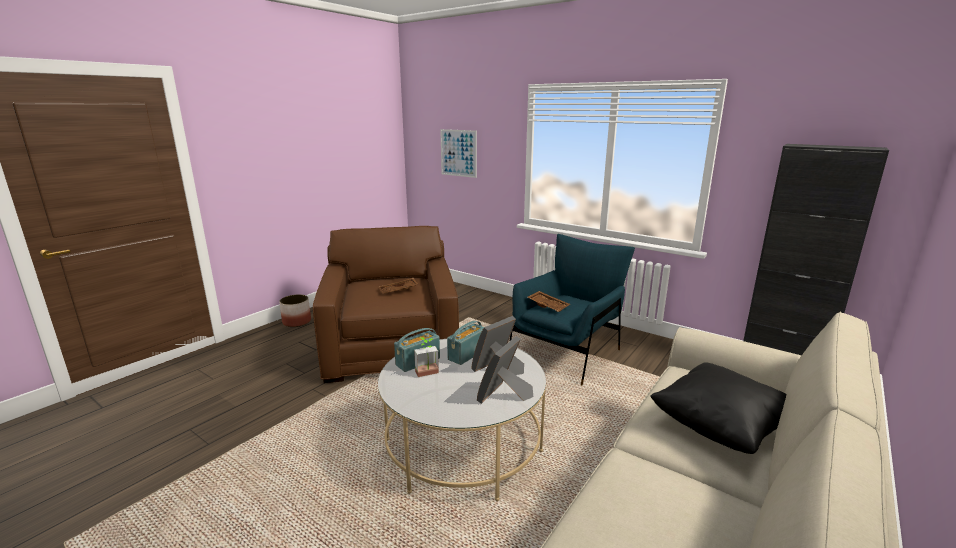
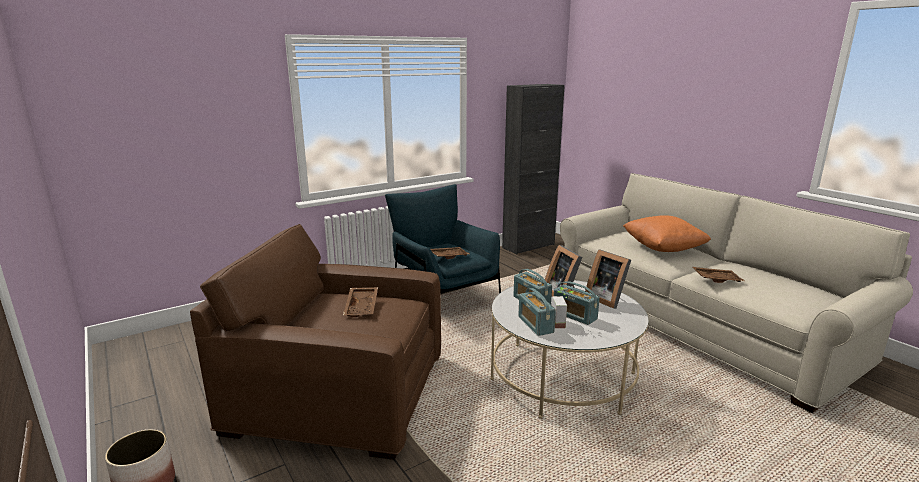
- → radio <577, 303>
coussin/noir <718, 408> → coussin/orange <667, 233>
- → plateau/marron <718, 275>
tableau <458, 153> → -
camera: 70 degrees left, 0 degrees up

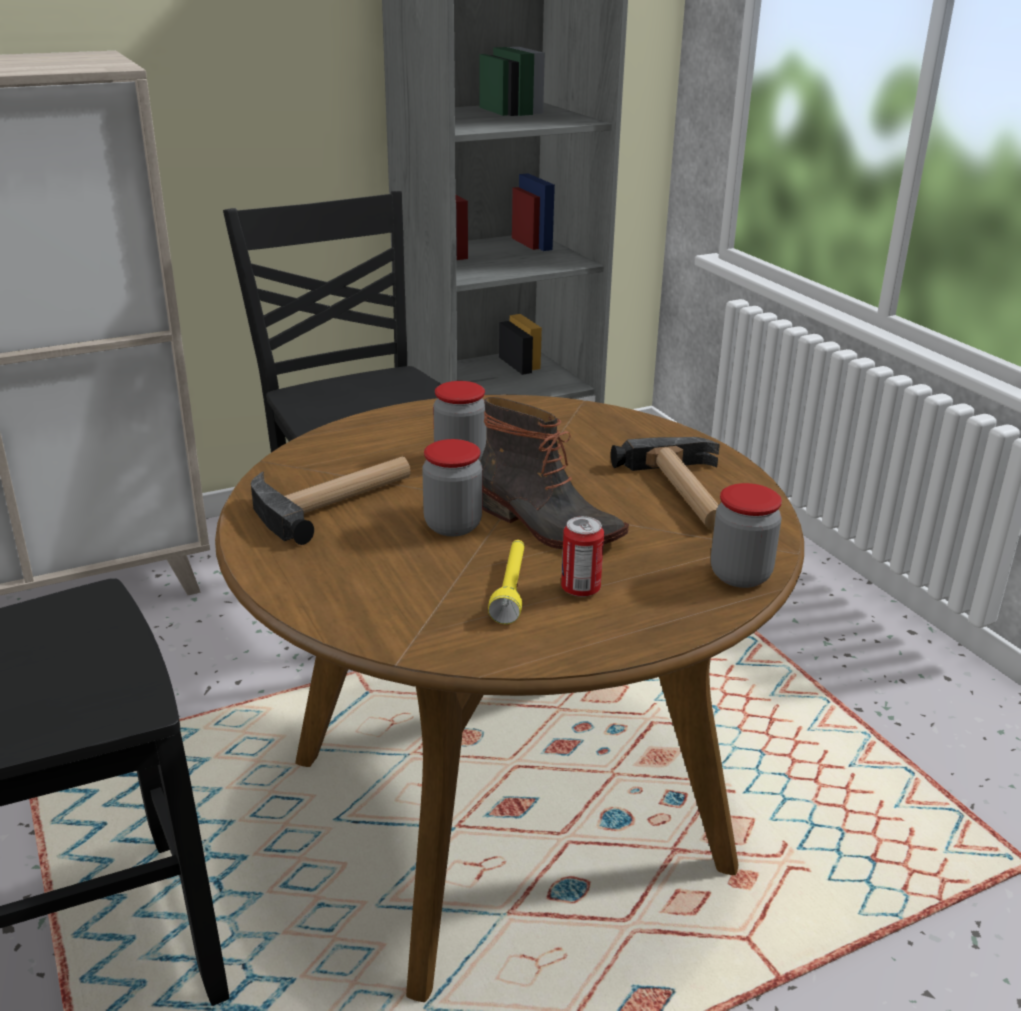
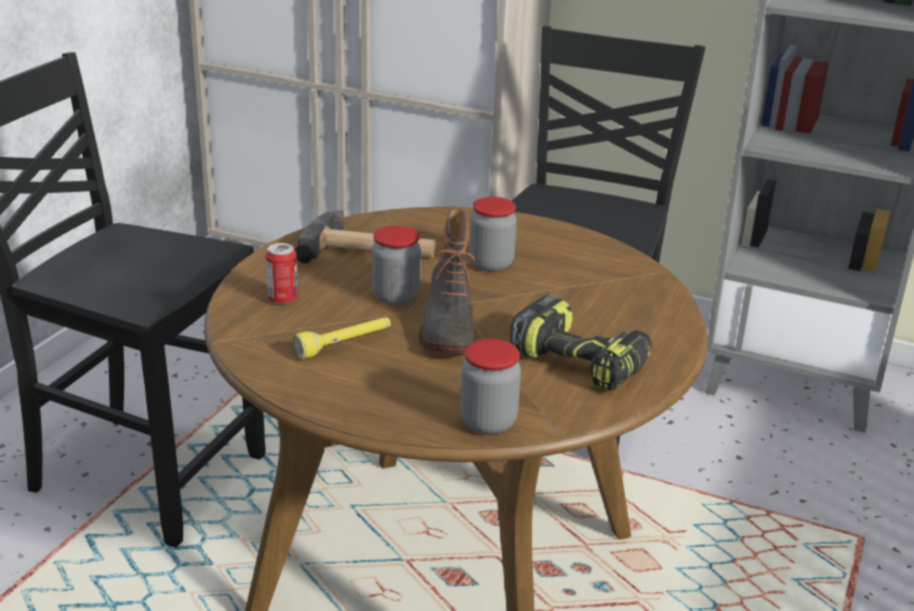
boîte métallique <582, 556> → boîte métallique <282, 273>, moved
marteau <665, 483> → perceuse <581, 342>
camera: 50 degrees right, 0 degrees up

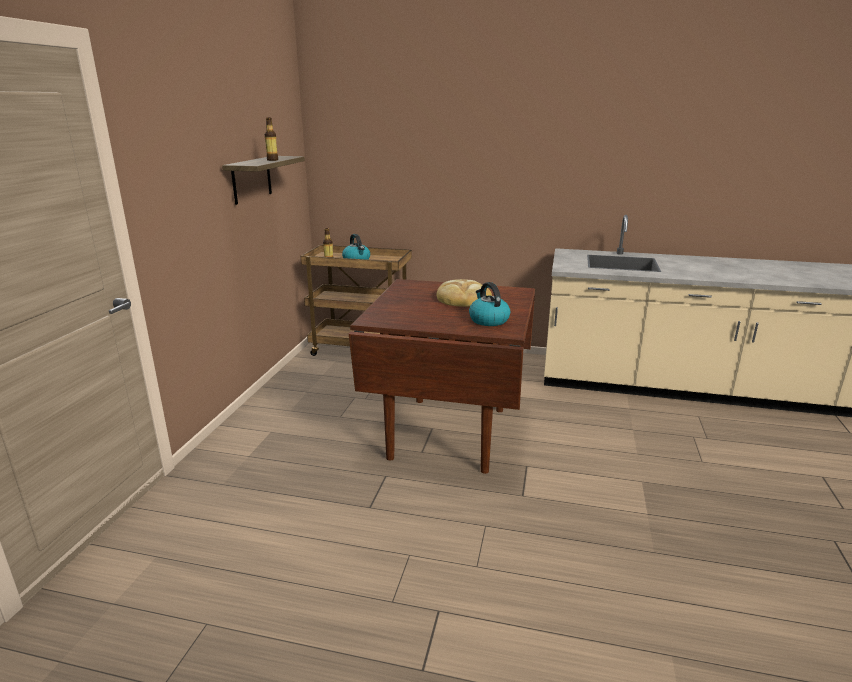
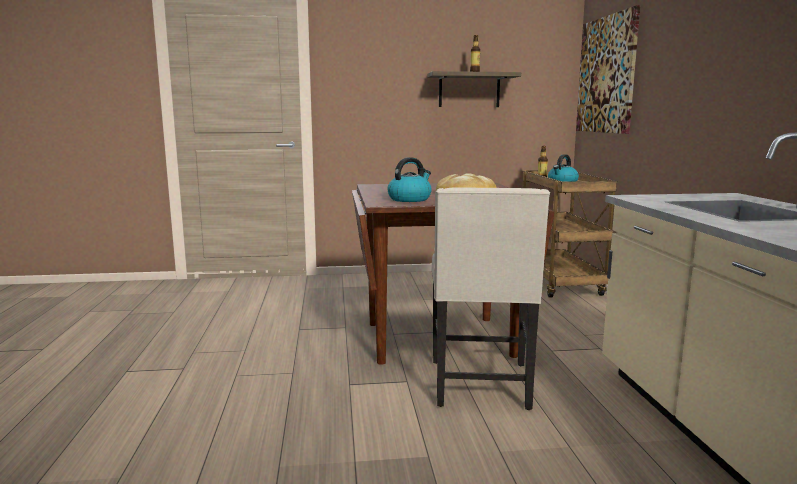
- → chaise/beige <491, 298>
- → tableau <608, 69>
camera: 70 degrees right, 10 degrees down

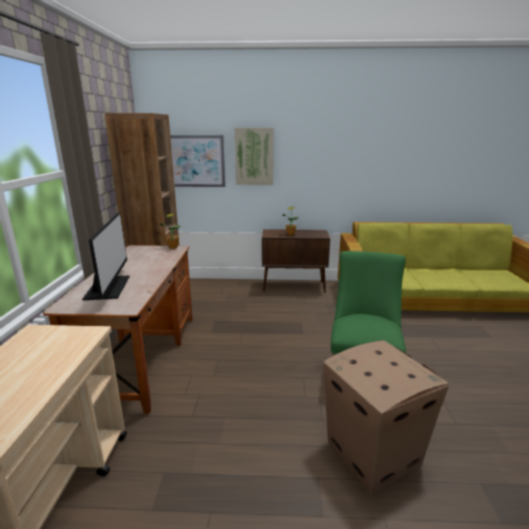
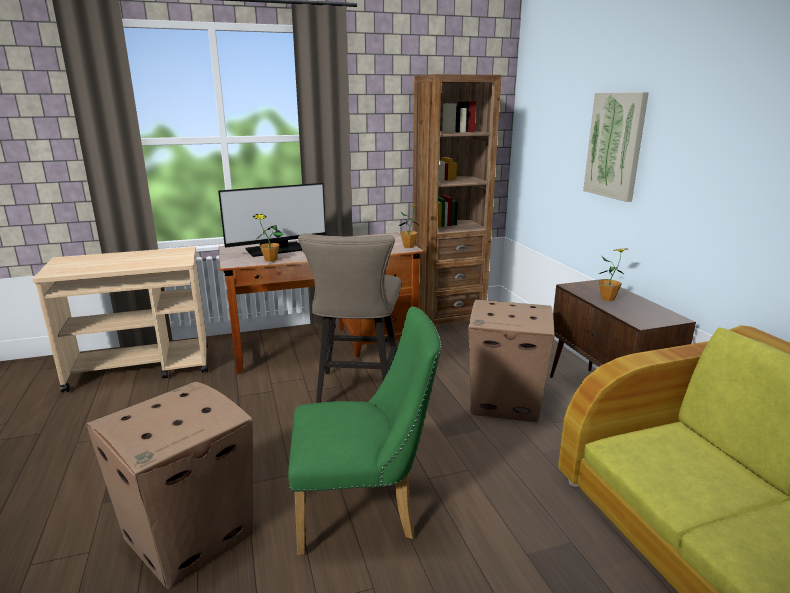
- → plante en pot <268, 238>
- → tabouret/beige <349, 318>
- → carton <511, 361>
tableau <197, 161> → -
camera: 70 degrees right, 0 degrees up

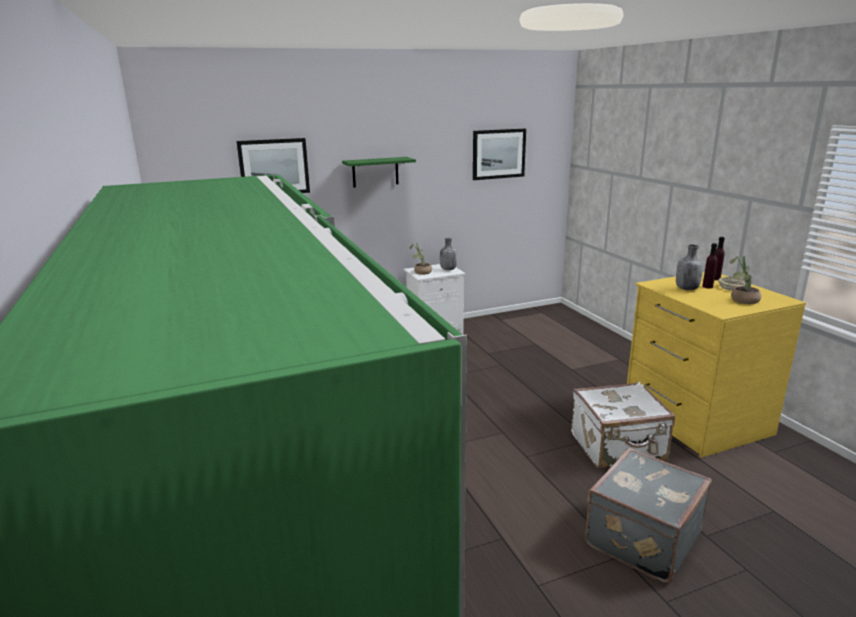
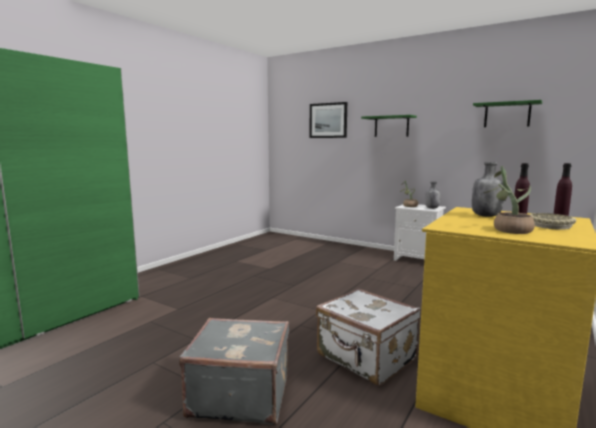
tableau <499, 154> → étagère/vert <507, 113>
camera: 55 degrees right, 10 degrees down

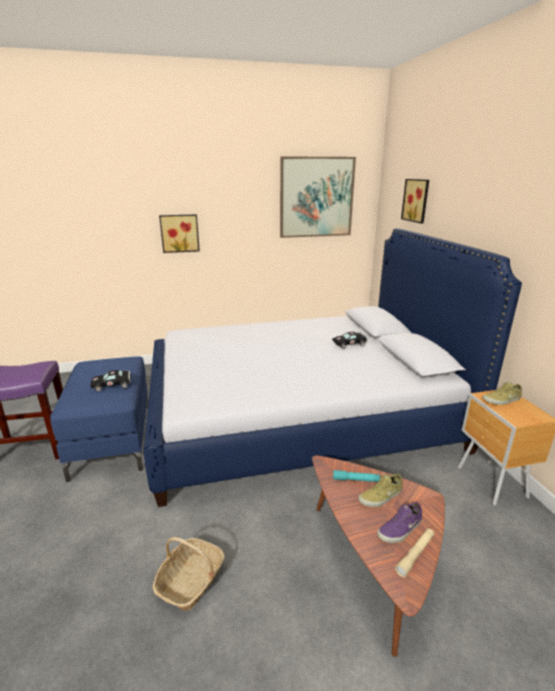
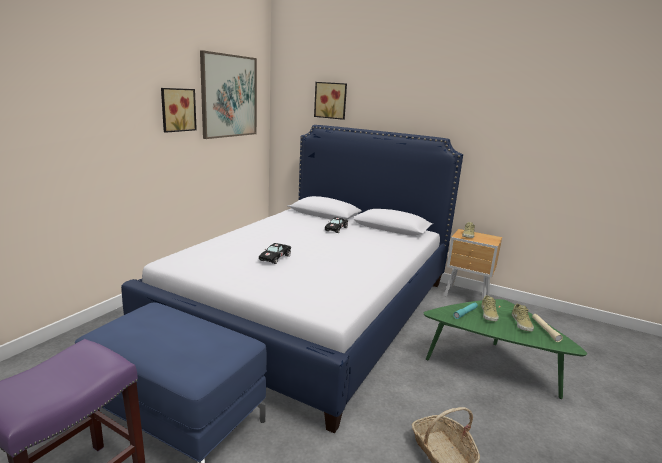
tableau <179, 233> → tableau <179, 110>, moved
petite voiture/noir <110, 380> → petite voiture/noir <275, 253>, moved
table basse/marron <378, 556> → table basse/vert <505, 349>
chaussure/violet <399, 522> → chaussure/beige <523, 317>
camera: 50 degrees left, 5 degrees down

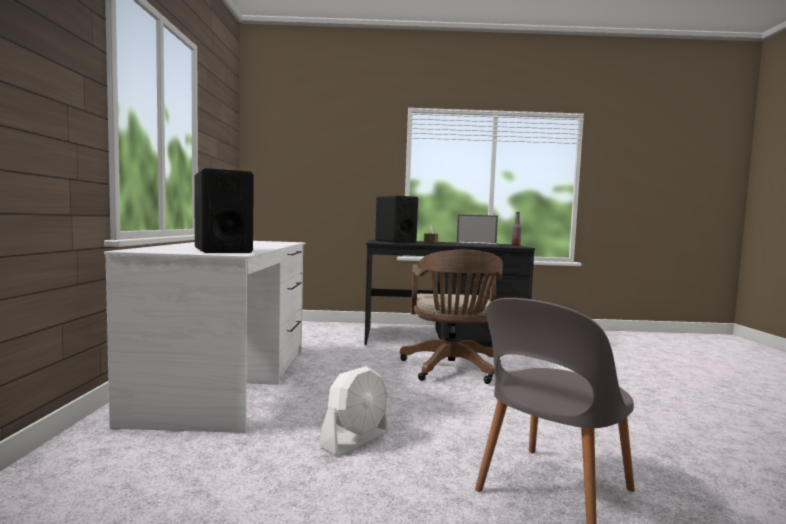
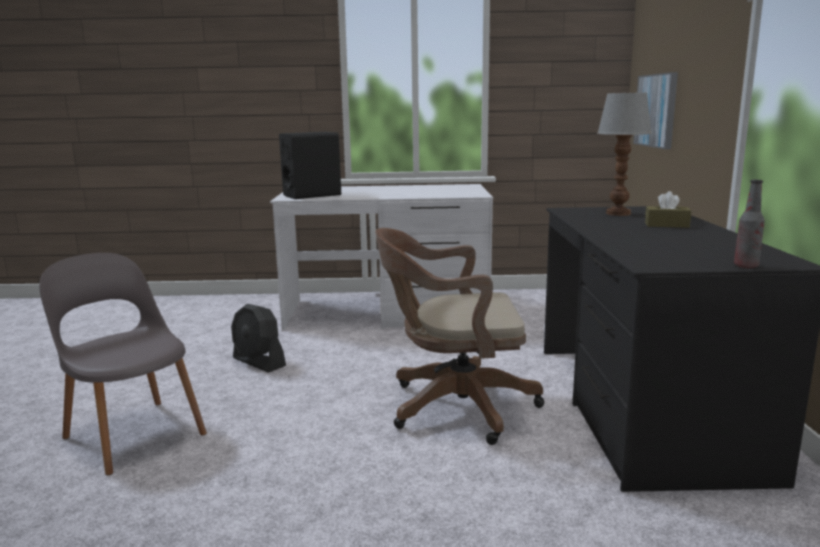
ventilateur/blanc <354, 411> → ventilateur/noir <258, 338>
enceinte/noir <396, 219> → lampe de table <624, 154>
- → tableau <655, 110>
ordinateur portable <478, 230> → -
camera: 90 degrees right, 10 degrees up

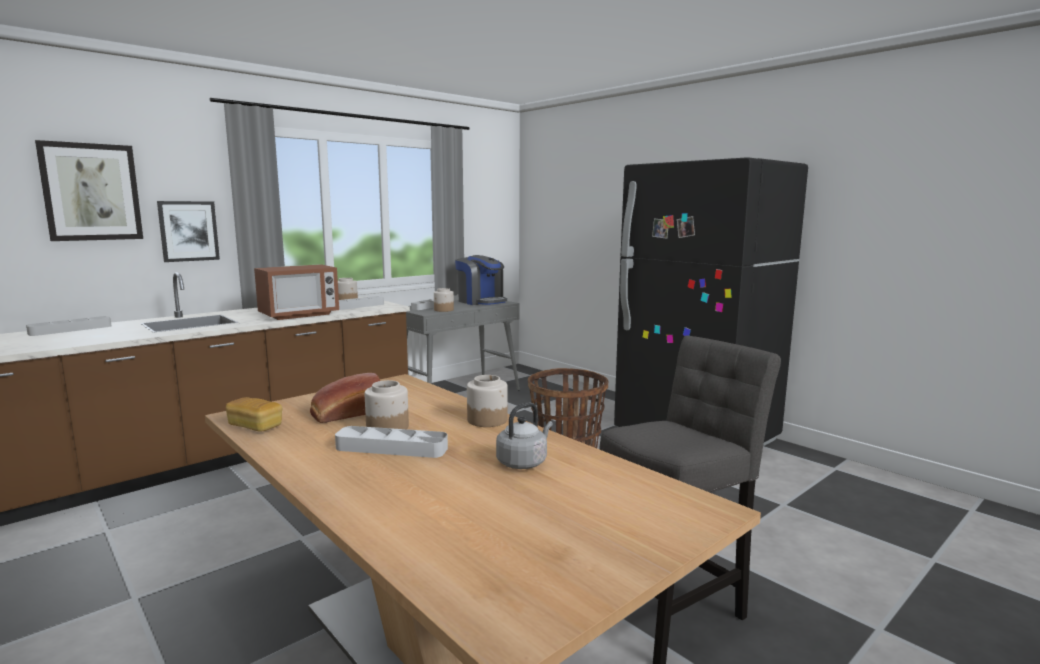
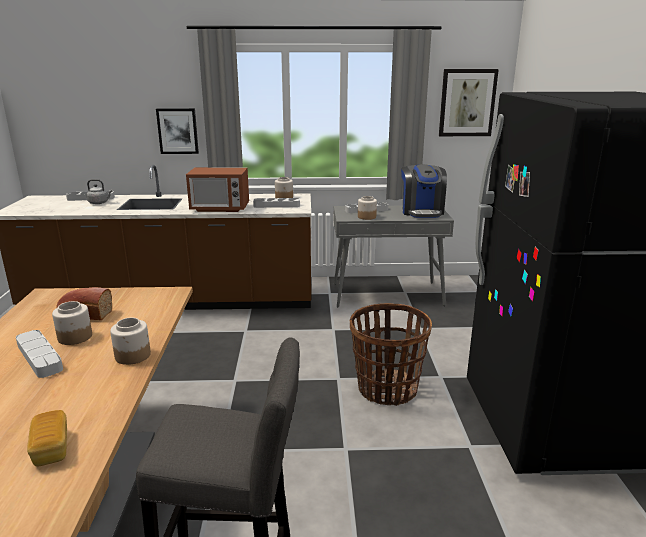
pain <254, 414> → pain <47, 438>, moved
bouilloire/gris <524, 435> → bouilloire/gris <99, 191>, moved
tableau <89, 190> → tableau <469, 102>, moved
camera: 40 degrees right, 10 degrees up

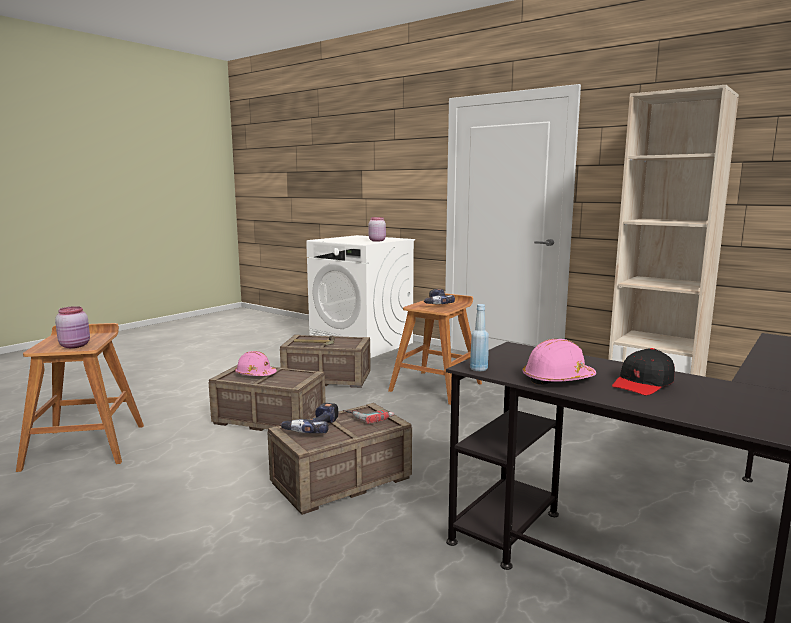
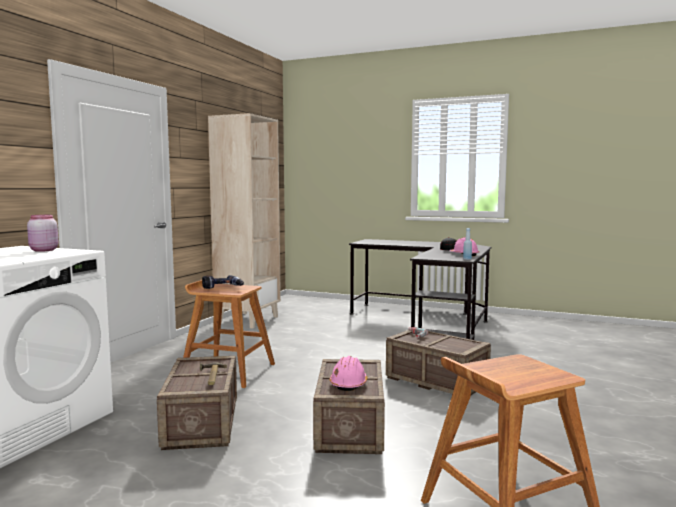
bocal/rose <72, 327> → -
perceuse <309, 418> → -
camera: 105 degrees left, 5 degrees down

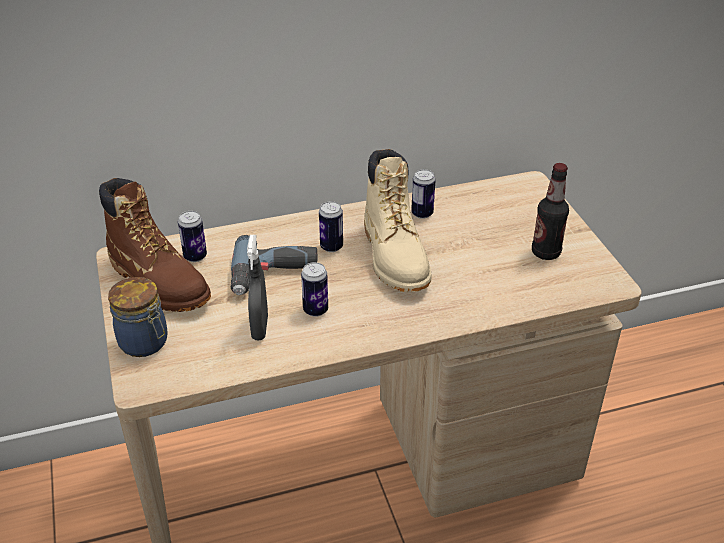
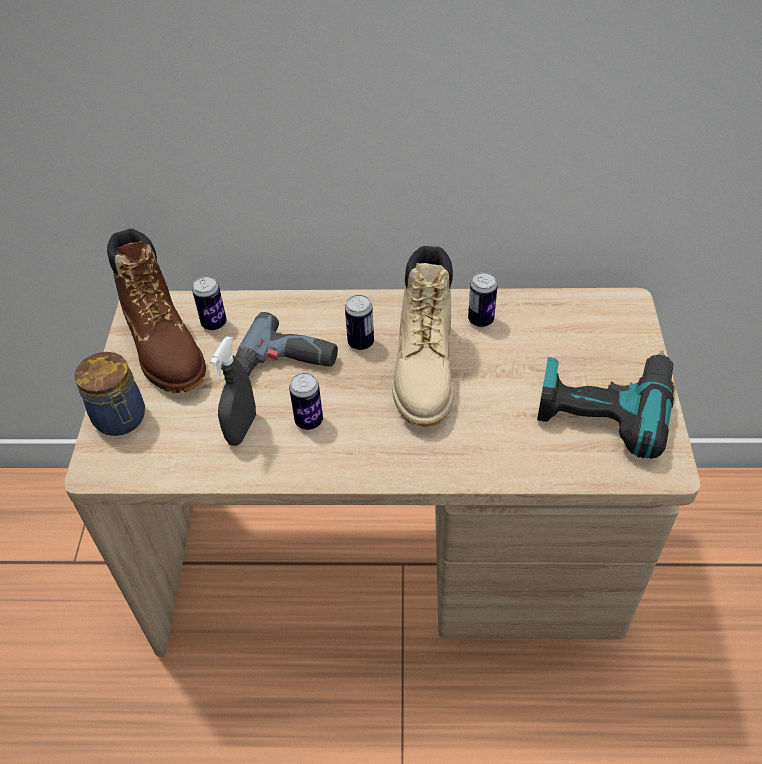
bouteille <550, 211> → perceuse <605, 405>
camera: 20 degrees right, 10 degrees up

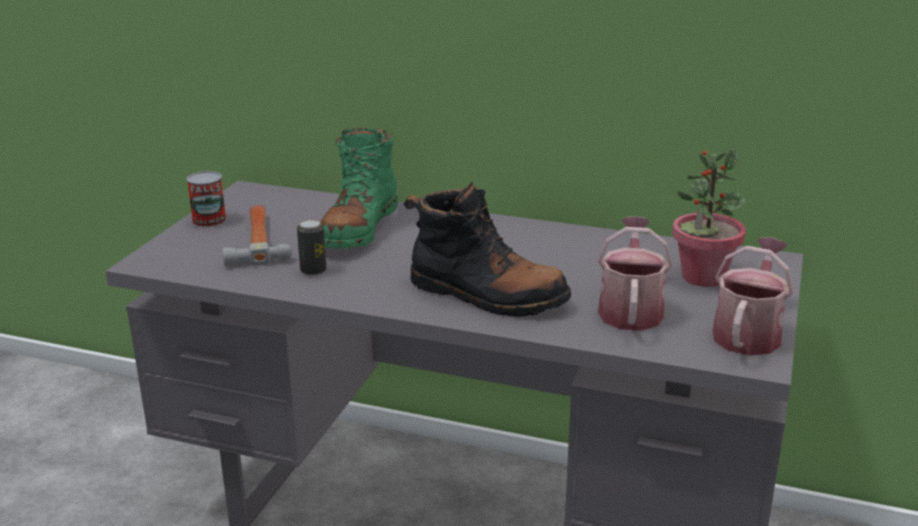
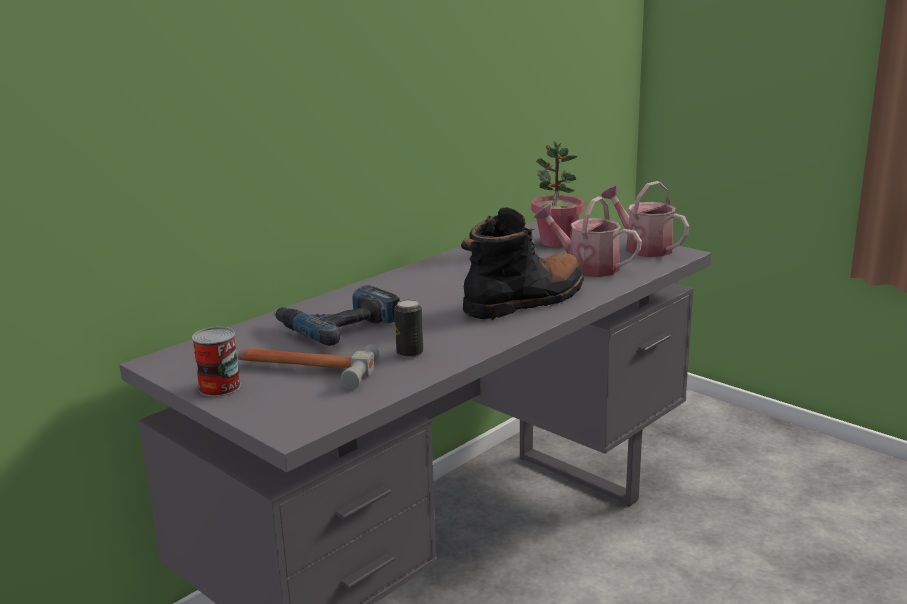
botte/vert <359, 188> → perceuse <337, 315>
camera: 65 degrees left, 5 degrees down

